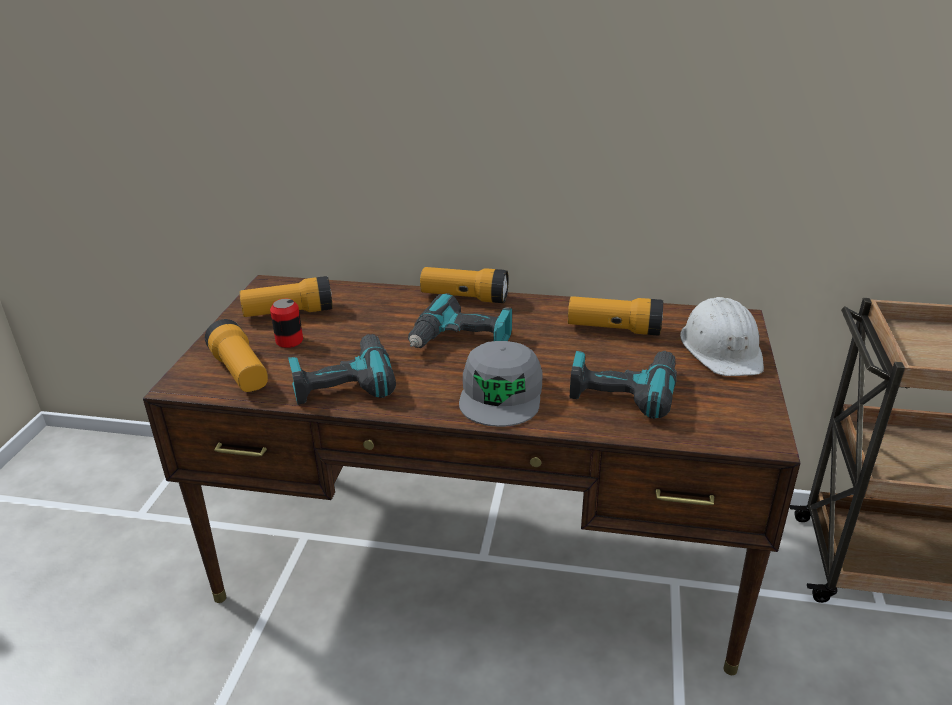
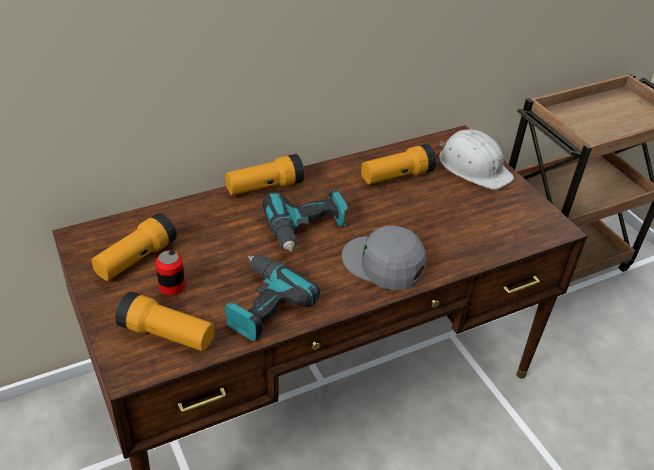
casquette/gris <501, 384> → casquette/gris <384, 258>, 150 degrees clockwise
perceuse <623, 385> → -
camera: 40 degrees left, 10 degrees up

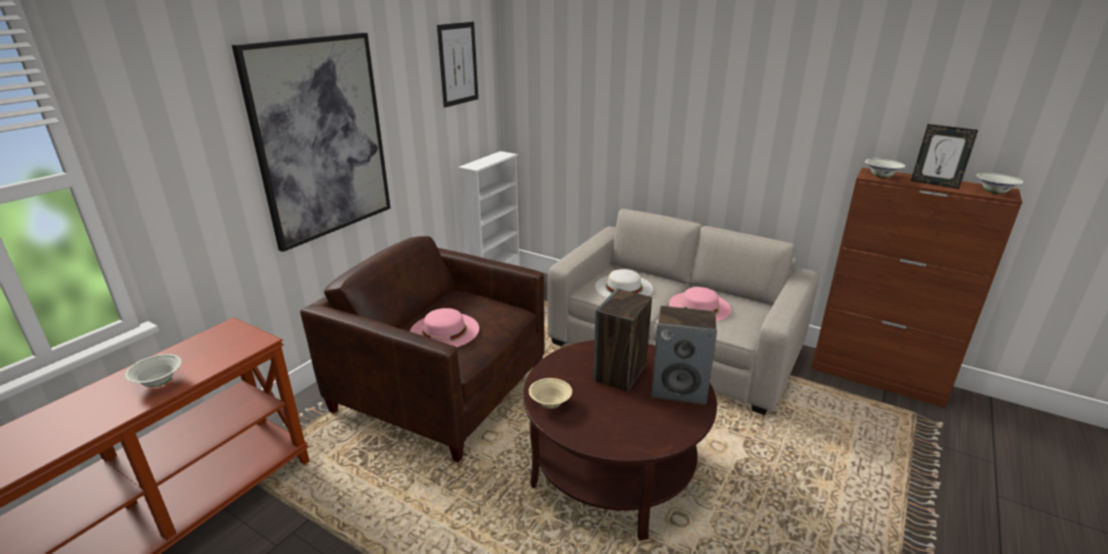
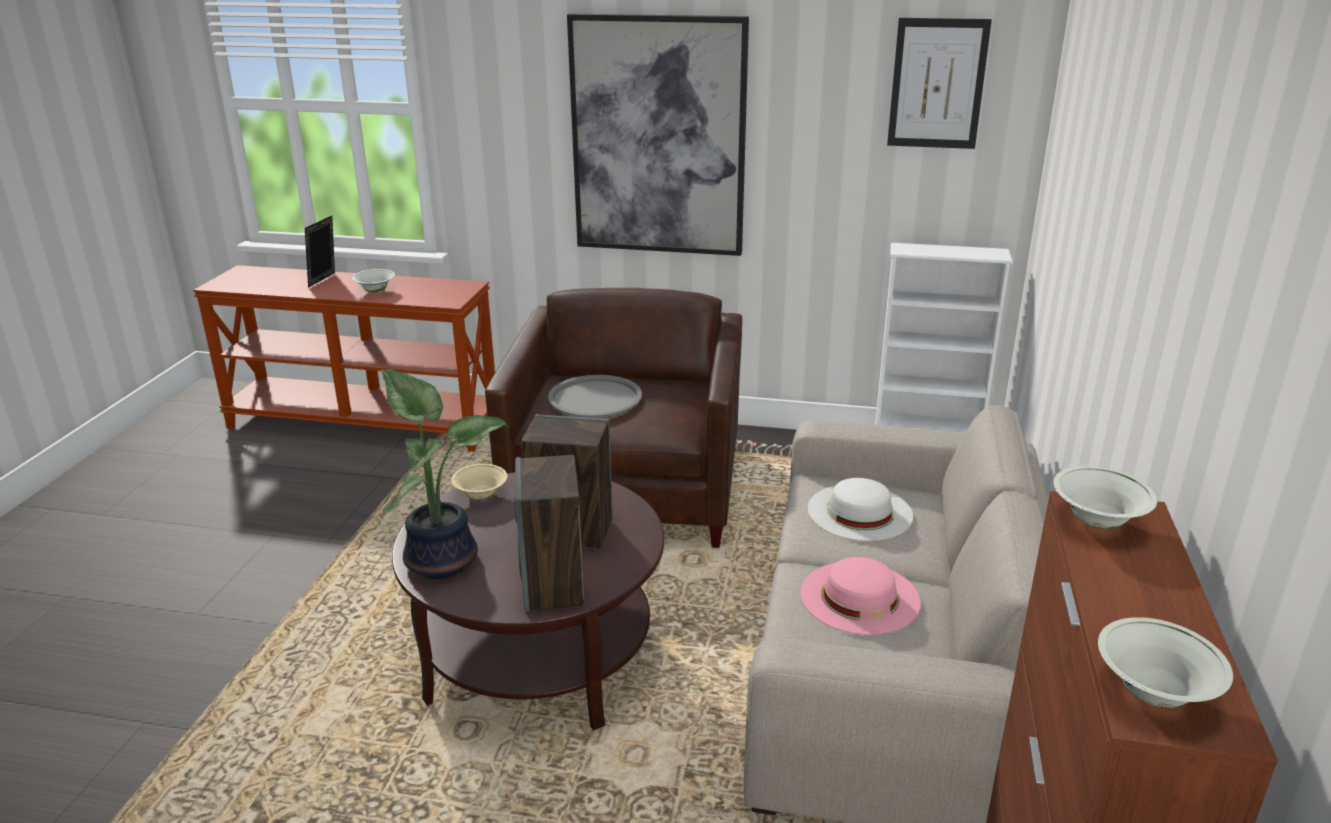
cadre photo <944, 156> → cadre photo <320, 252>, moved
- → plante en pot <445, 474>
chapeau/rose <444, 327> → plateau/gris <595, 396>
camera: 70 degrees right, 0 degrees up

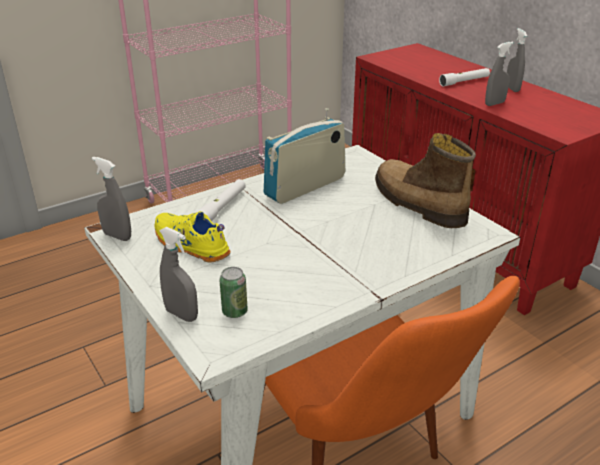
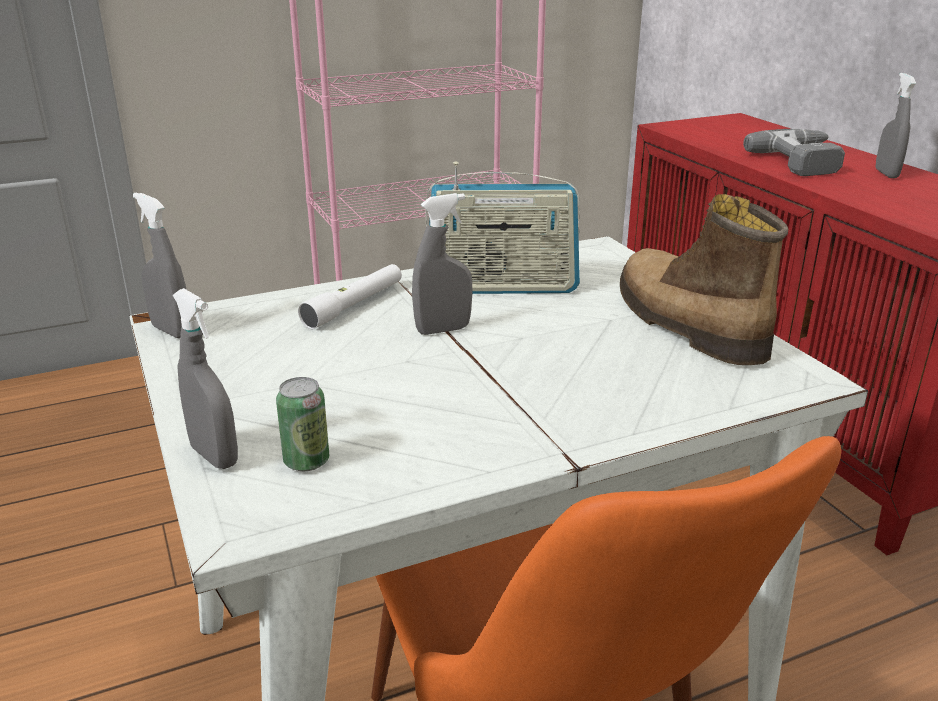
vaporisateur/gris <499, 74> → vaporisateur/gris <442, 264>, moved
radio <304, 156> → radio <503, 227>, 150 degrees counterclockwise
lampe de poche/blanc <464, 77> → perceuse <794, 152>
chaussure/jaune <193, 236> → -
camera: 10 degrees right, 5 degrees down

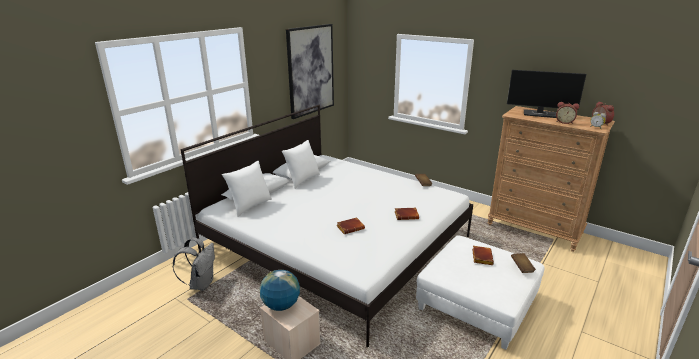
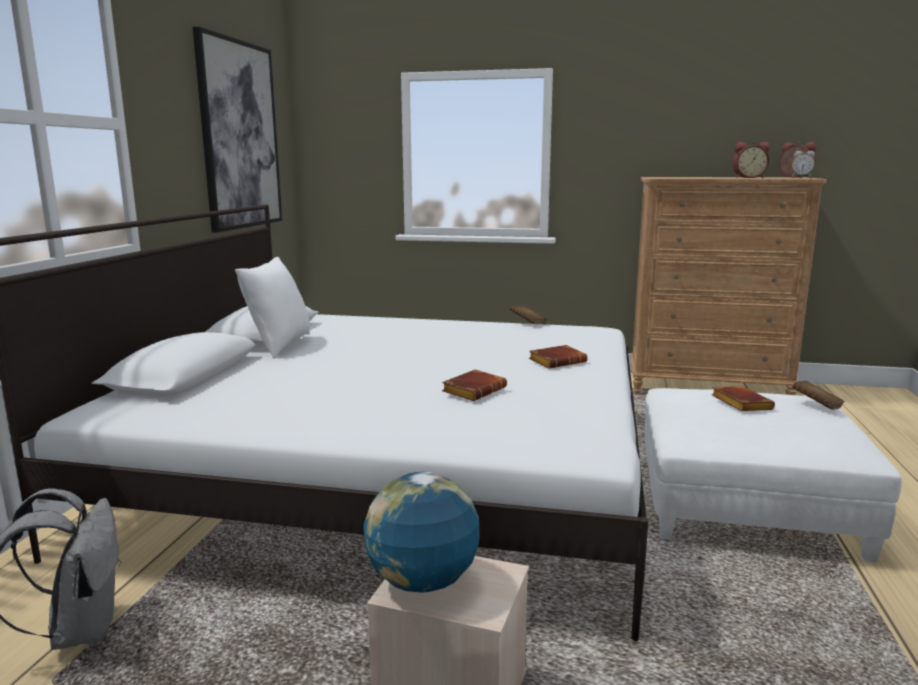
coussin/blanc <247, 189> → -
écran d'ordinateur <546, 94> → -
camera: 25 degrees left, 10 degrees down

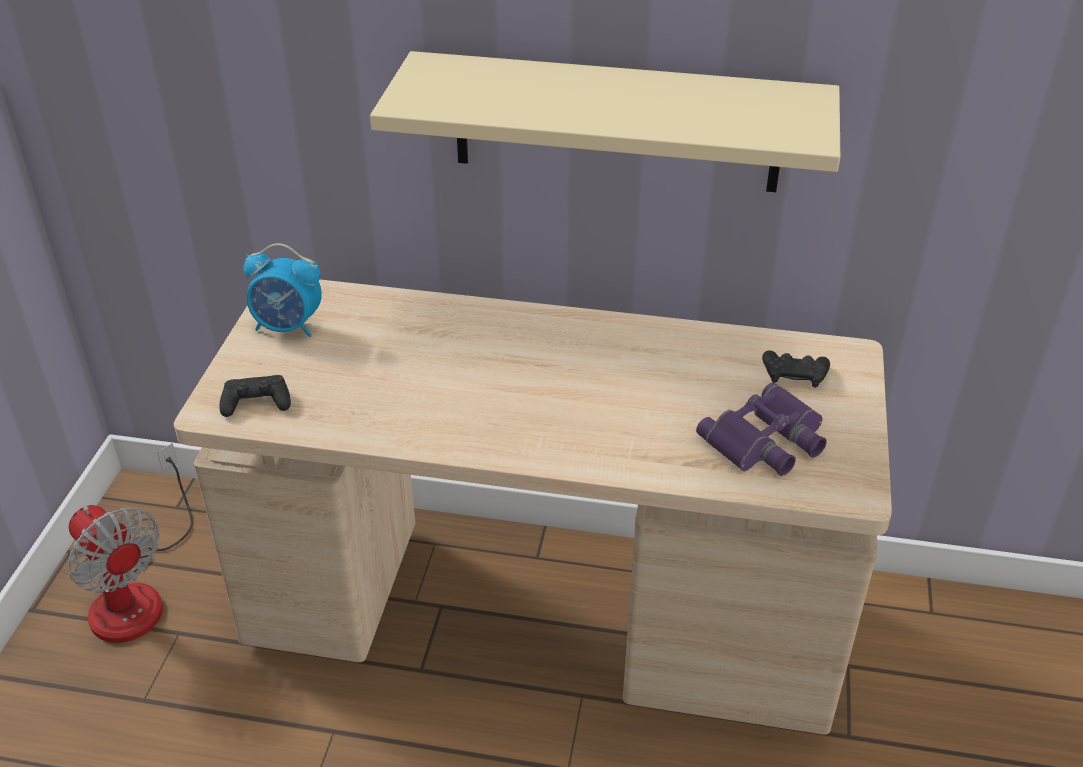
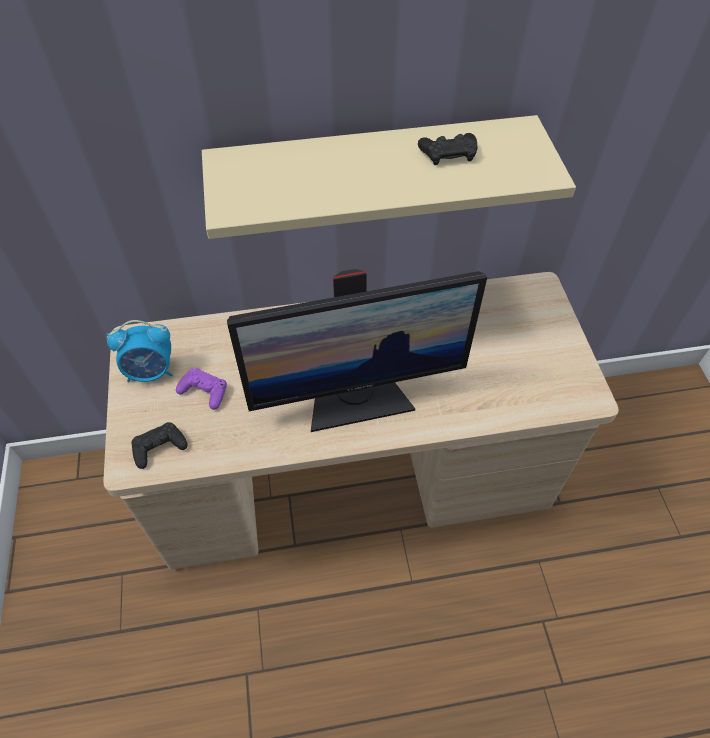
- → manette/violet <201, 389>
- → écran d'ordinateur <357, 350>
manette/noir <796, 369> → manette/noir <447, 149>, moved
ventilateur <130, 543> → -
jumelles/violet <761, 429> → -
camera: 20 degrees left, 15 degrees up

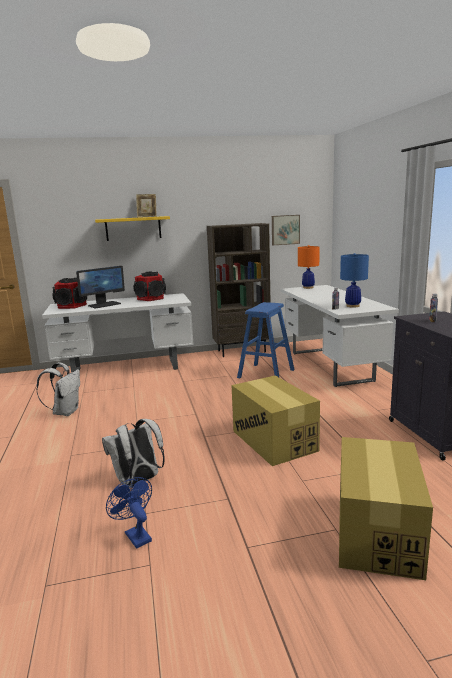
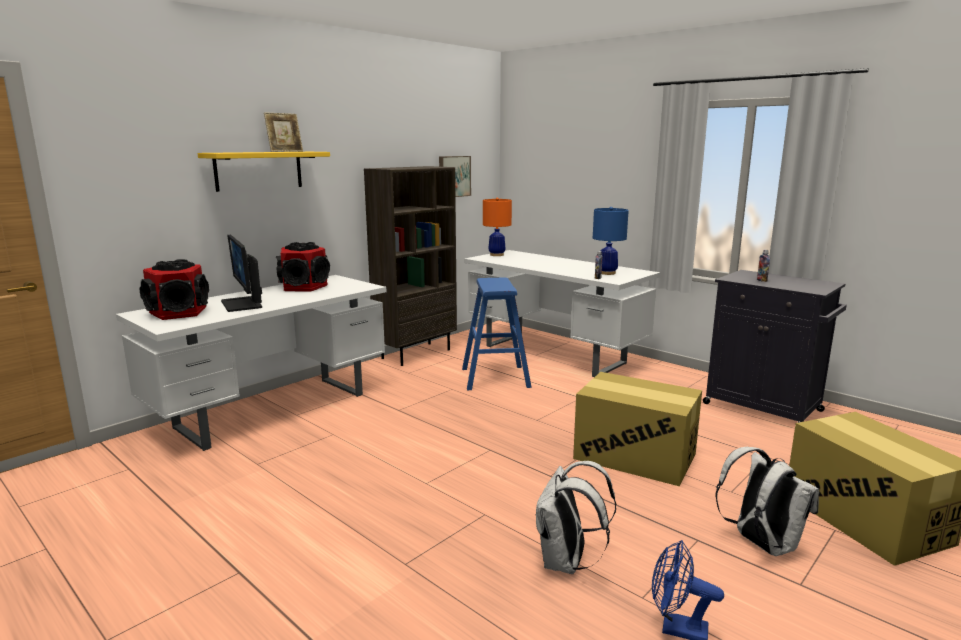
écran d'ordinateur <100, 287> → écran d'ordinateur <241, 273>, 135 degrees clockwise
sac à dos/blanc <58, 389> → sac à dos/blanc <767, 501>, moved
camera: 35 degrees left, 0 degrees up

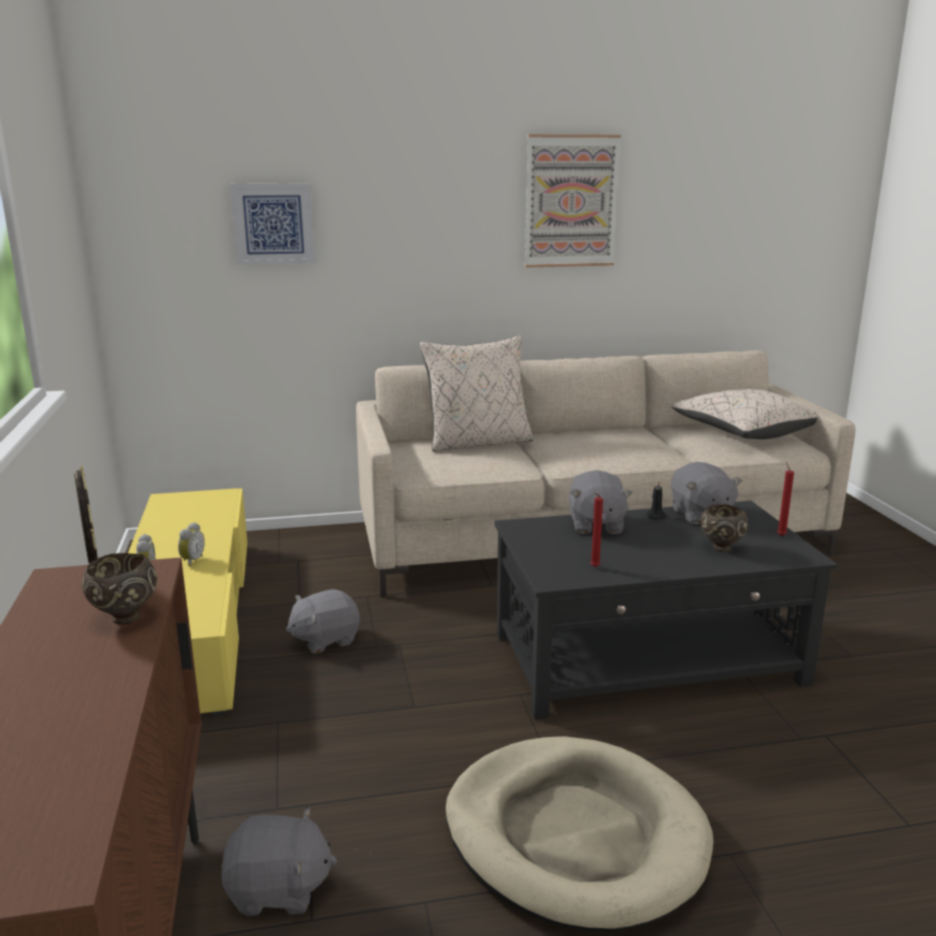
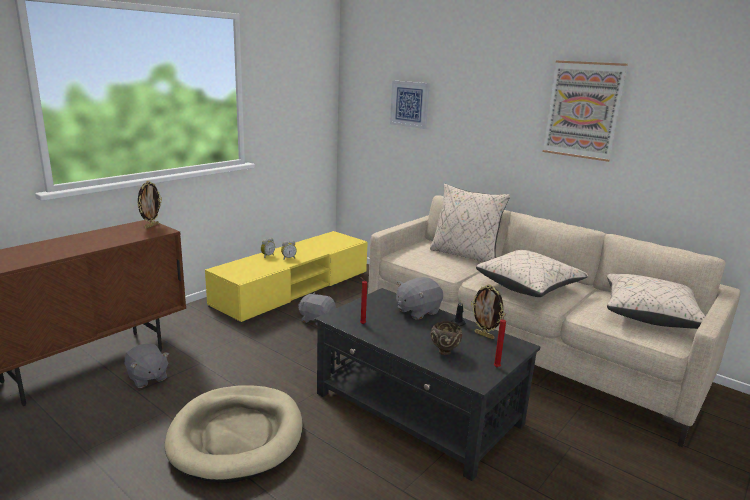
peluche/gris <706, 493> → cadre photo <488, 311>
- → coussin/beige <532, 273>
bol/marron <119, 589> → -
camera: 50 degrees right, 0 degrees up

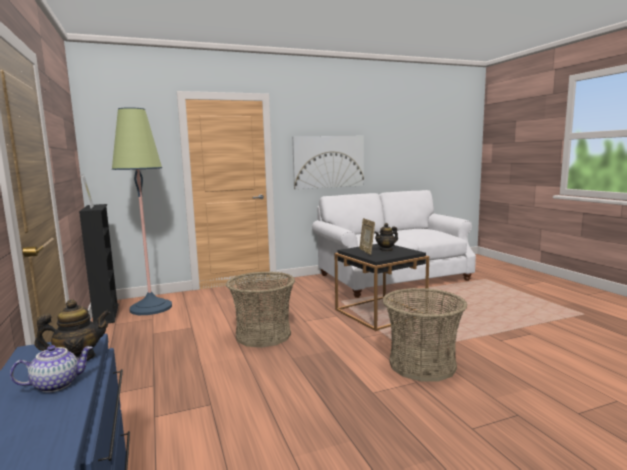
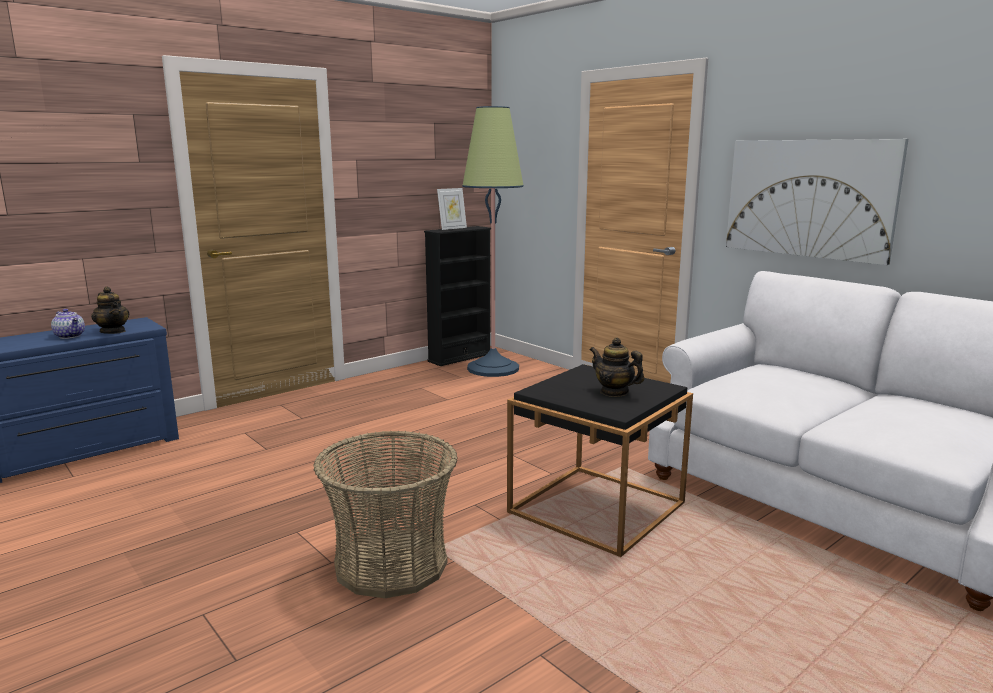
panier <260, 309> → -
cadre photo <367, 236> → -
camera: 70 degrees right, 5 degrees up

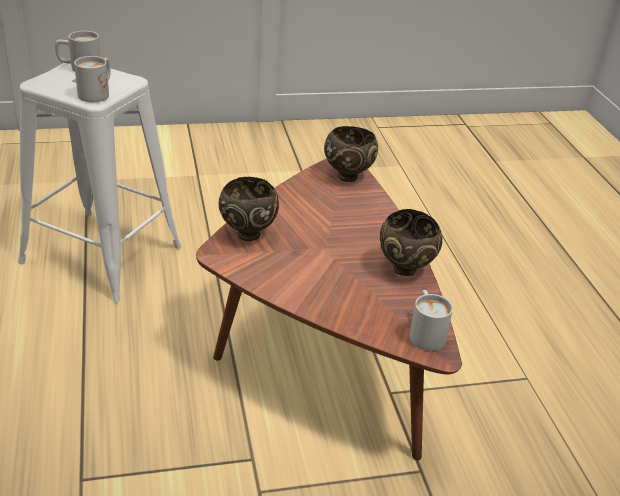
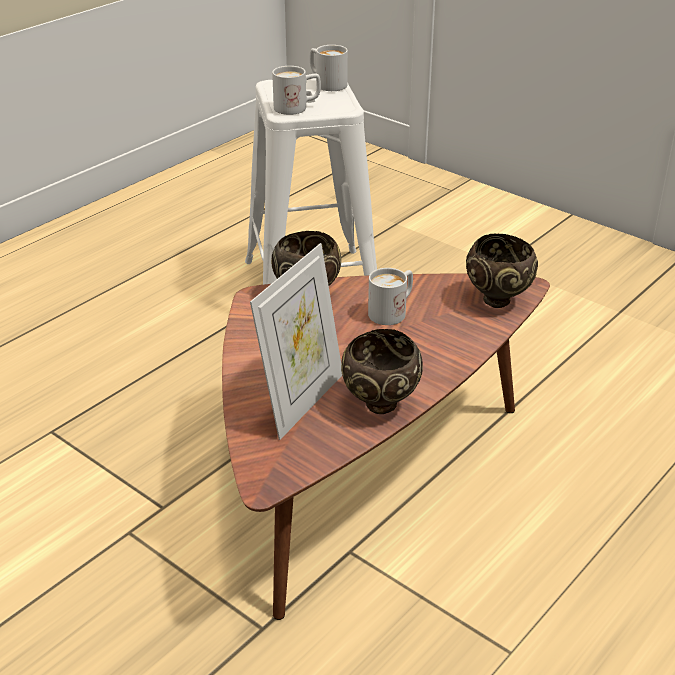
- → cadre photo <296, 341>
mug/blanc <431, 320> → mug/blanc <390, 296>, moved
camera: 55 degrees right, 0 degrees up

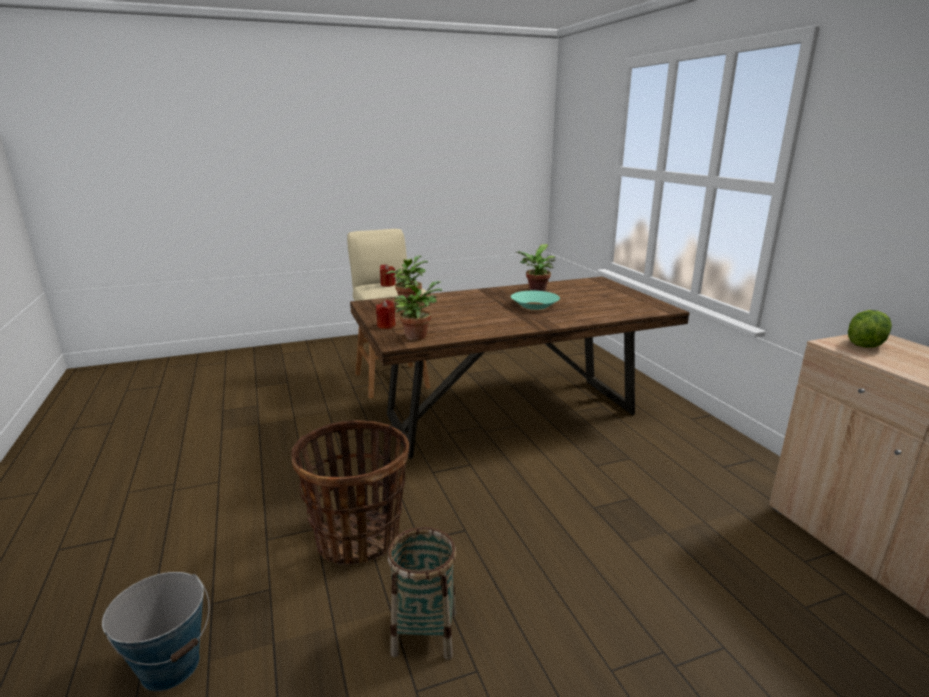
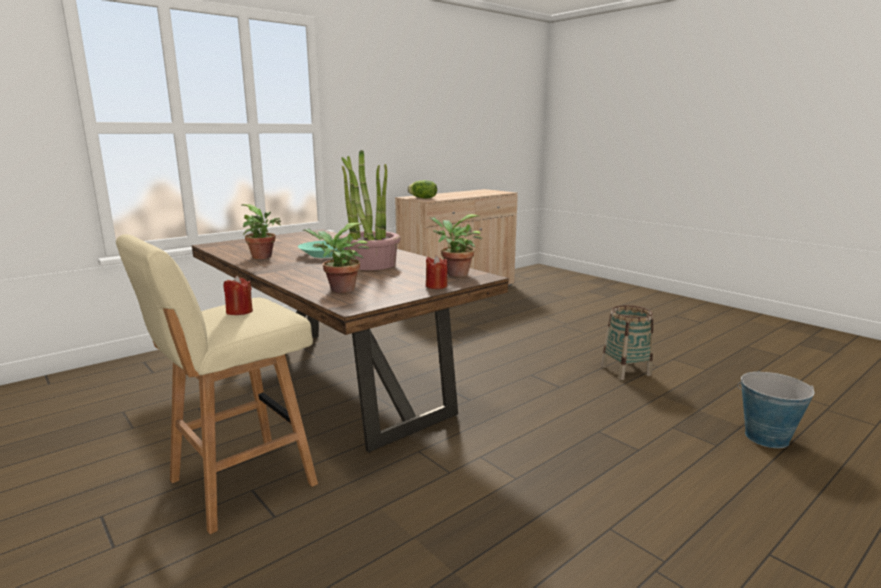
- → plante en pot <370, 210>
panier <350, 492> → -
camera: 110 degrees left, 5 degrees down

